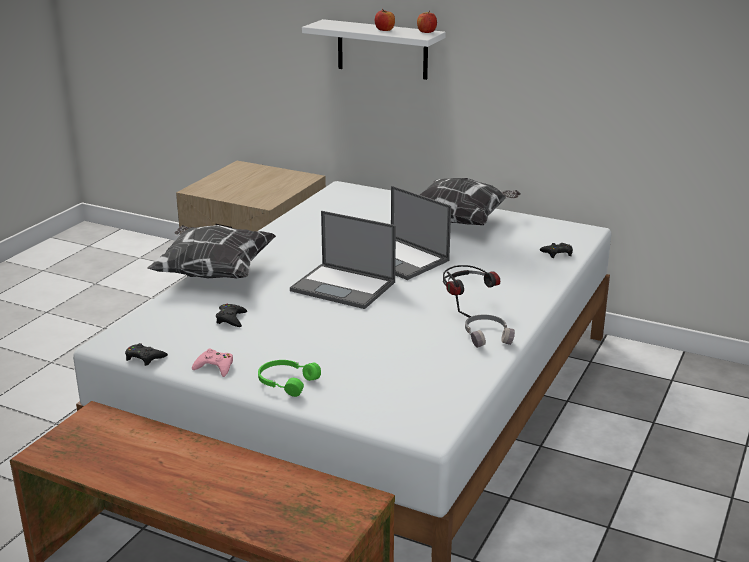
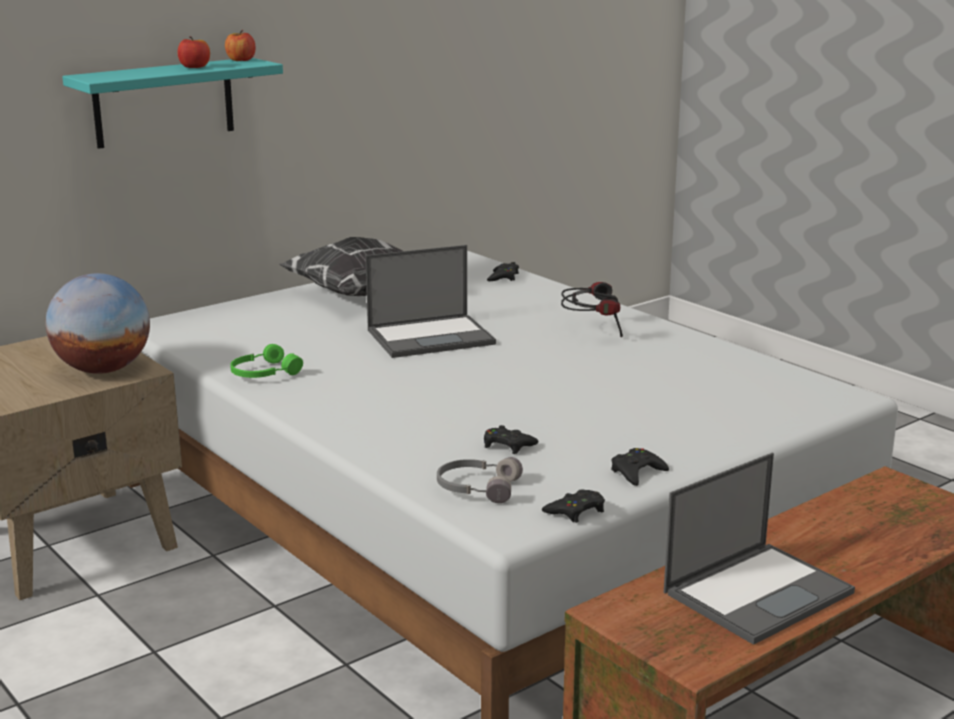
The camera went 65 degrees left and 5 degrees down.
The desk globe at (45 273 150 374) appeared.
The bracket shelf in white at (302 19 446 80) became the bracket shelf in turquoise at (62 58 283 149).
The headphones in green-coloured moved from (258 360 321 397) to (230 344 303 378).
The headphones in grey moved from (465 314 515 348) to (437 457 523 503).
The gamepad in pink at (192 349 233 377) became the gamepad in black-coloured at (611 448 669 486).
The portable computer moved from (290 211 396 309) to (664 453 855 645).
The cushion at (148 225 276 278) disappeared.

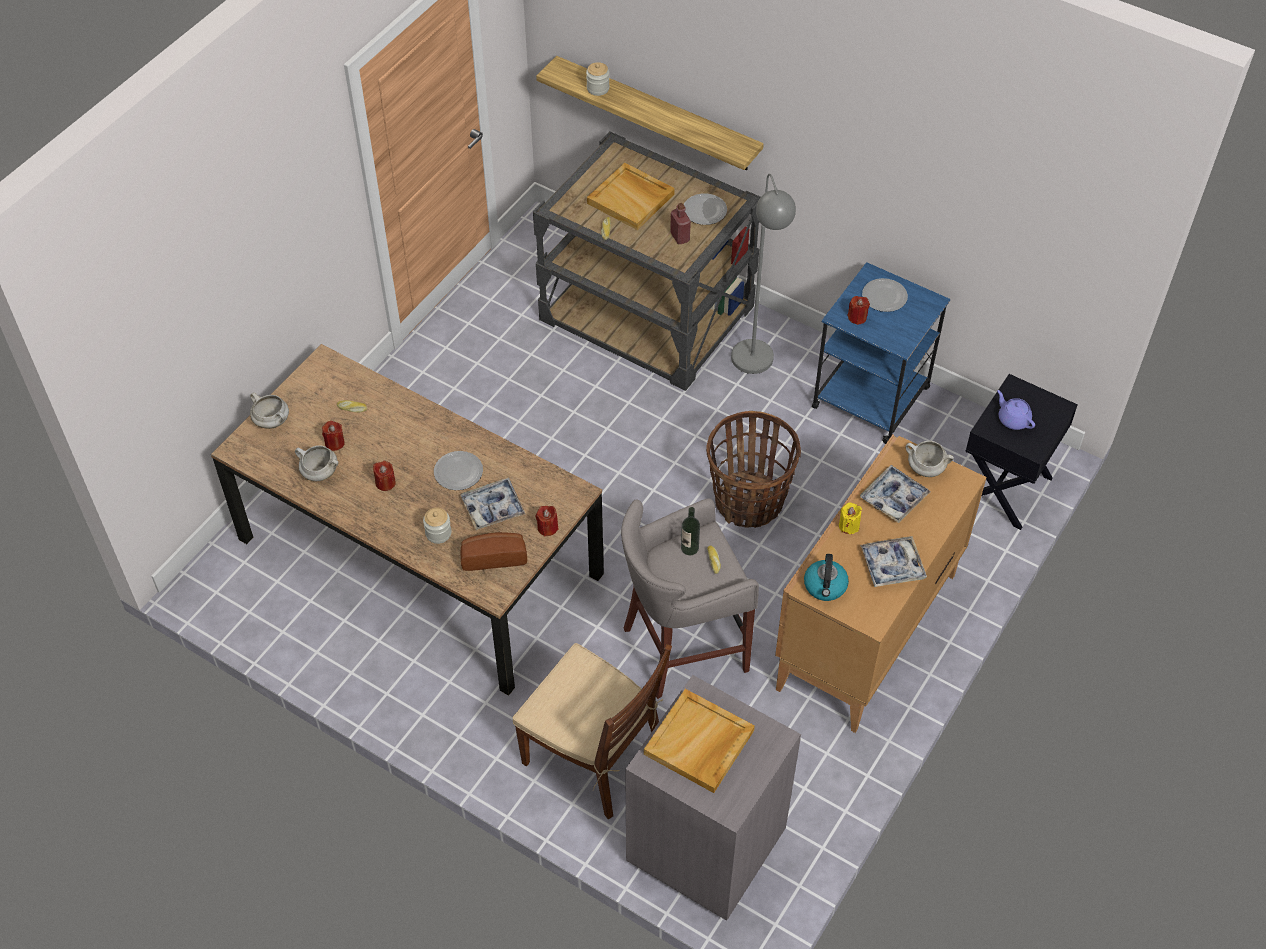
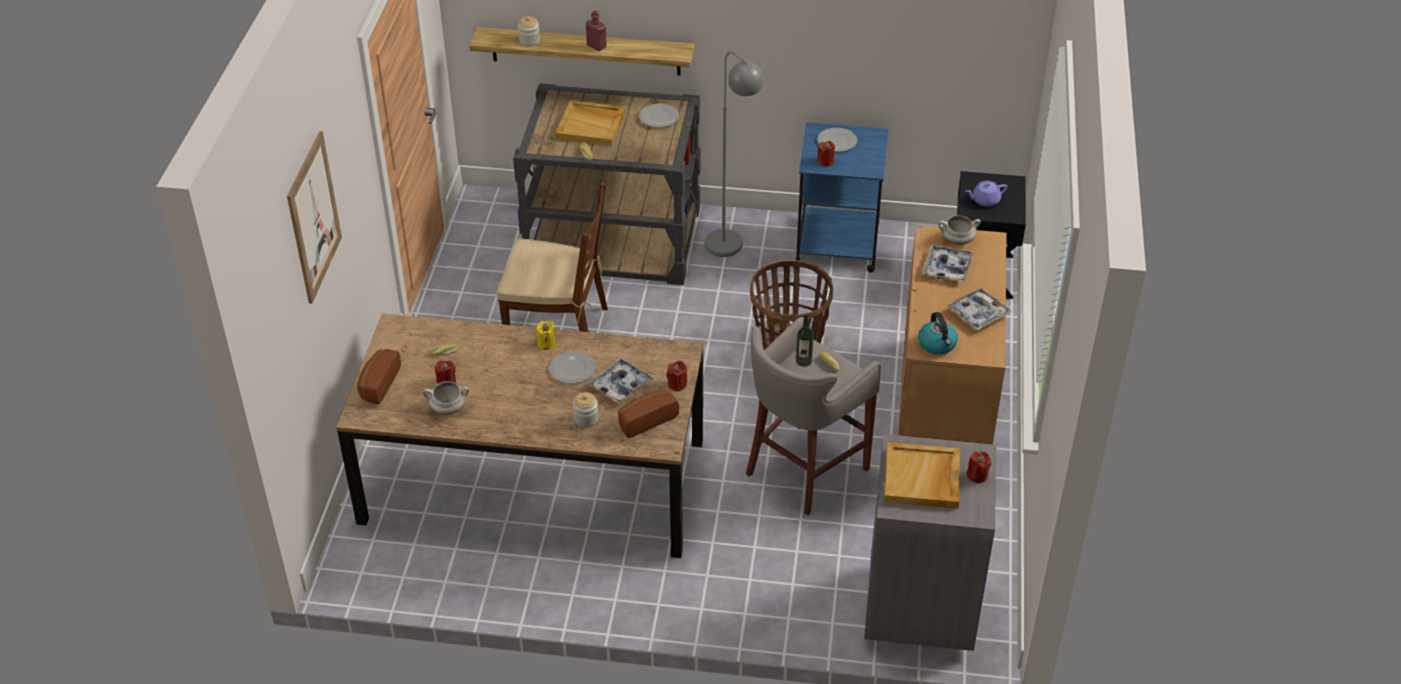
The camera went 25 degrees left and 10 degrees down.
The wall art at (287 131 342 304) appeared.
The saucepot in white at (250 393 289 429) was replaced by the bread at (357 349 401 404).
The plain chair in brownish moved from (512 643 672 819) to (496 182 608 332).
The wax light in yellow moved from (839 503 862 534) to (536 321 556 350).
The drink bottle in red moved from (670 203 691 244) to (586 11 607 51).
The pot for tea in purple-coloured at (997 390 1035 430) turned 45 degrees counterclockwise.
The wax light in red moved from (373 461 396 491) to (966 451 991 483).

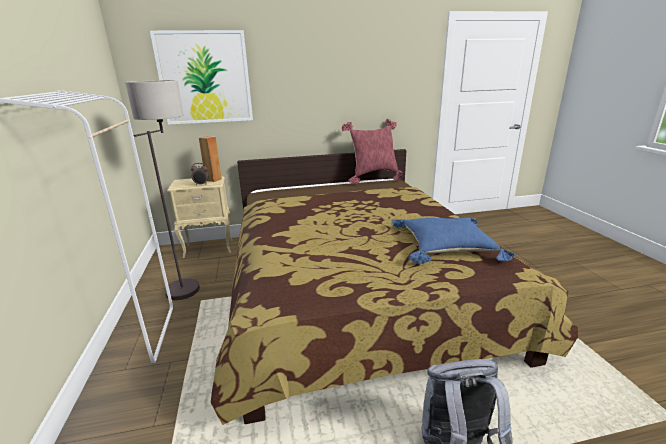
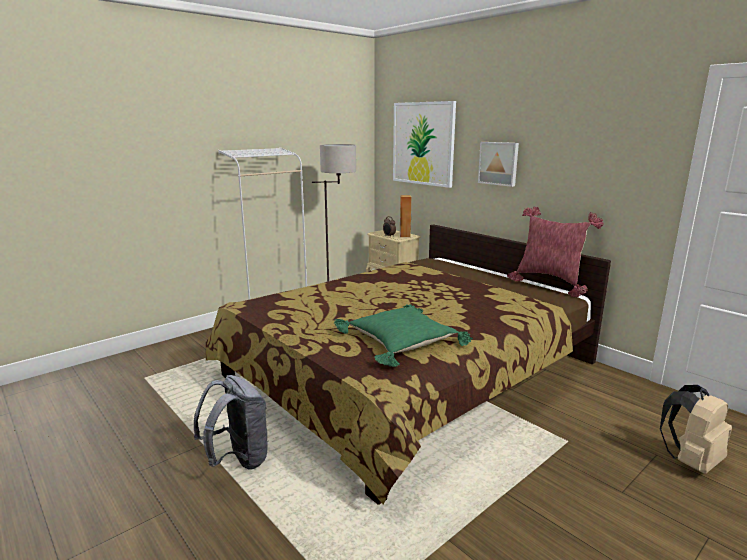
The camera went 60 degrees right and 5 degrees down.
The cushion in blue at (391 217 516 264) became the cushion in green-coloured at (334 305 473 367).
The wall art at (478 142 519 187) appeared.
The knapsack in beige at (660 385 732 474) appeared.

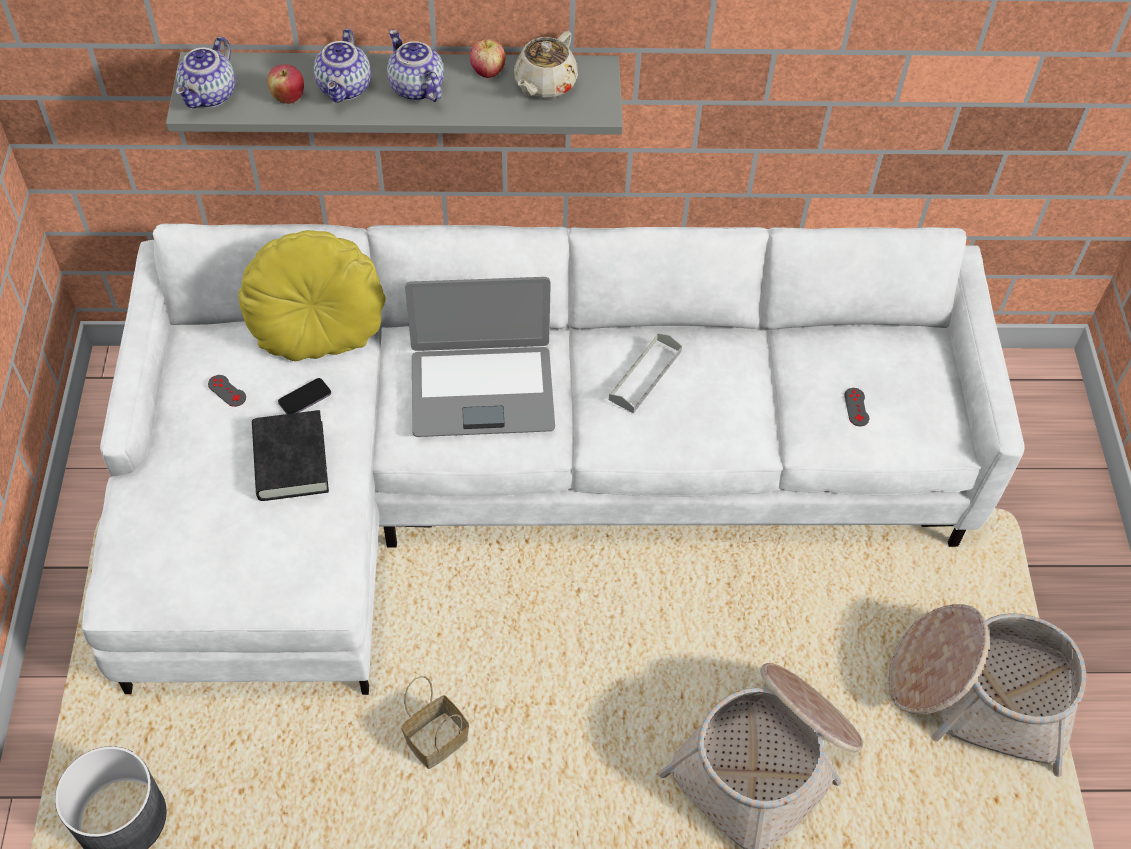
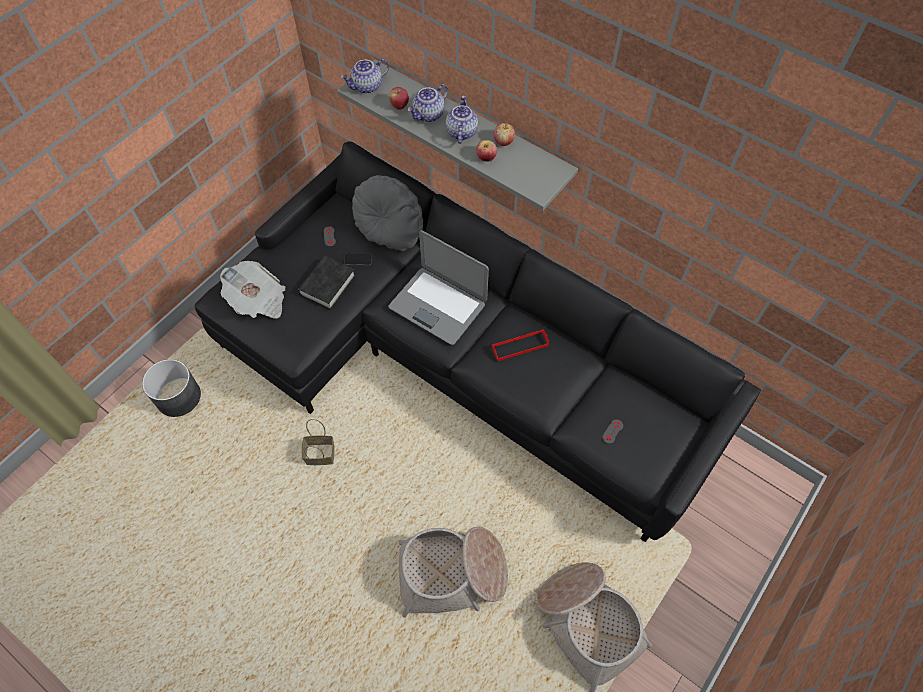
The camera went 40 degrees right and 5 degrees up.
The couch in white at (82 224 1025 695) became the couch in black-coloured at (194 141 761 542).
The daily paper at (220 261 286 319) appeared.
The cushion in yellow at (238 230 386 361) became the cushion in grey at (352 175 423 252).
The whole apple at (476 140 497 162) appeared.
The carrying tray in grey at (609 333 682 414) became the carrying tray in red at (492 330 549 361).
The pot for tea in beige at (514 31 578 98) disappeared.

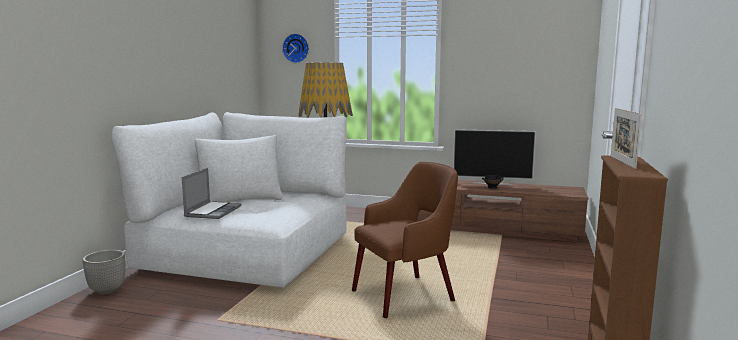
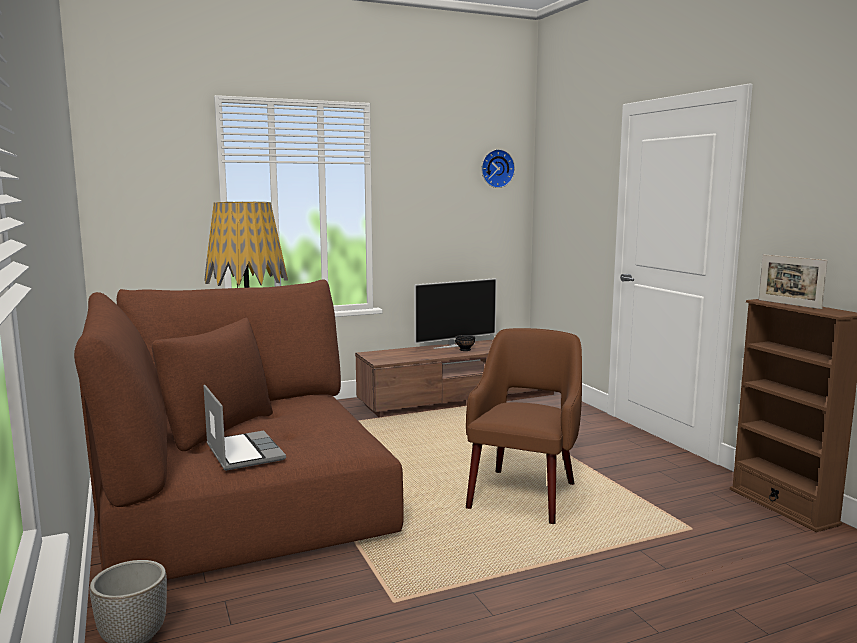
The camera went 40 degrees left and 0 degrees up.
The couch in white at (111 112 347 288) became the couch in brownish at (74 279 404 580).
The hanging clock moved from (282 33 309 63) to (481 149 515 188).

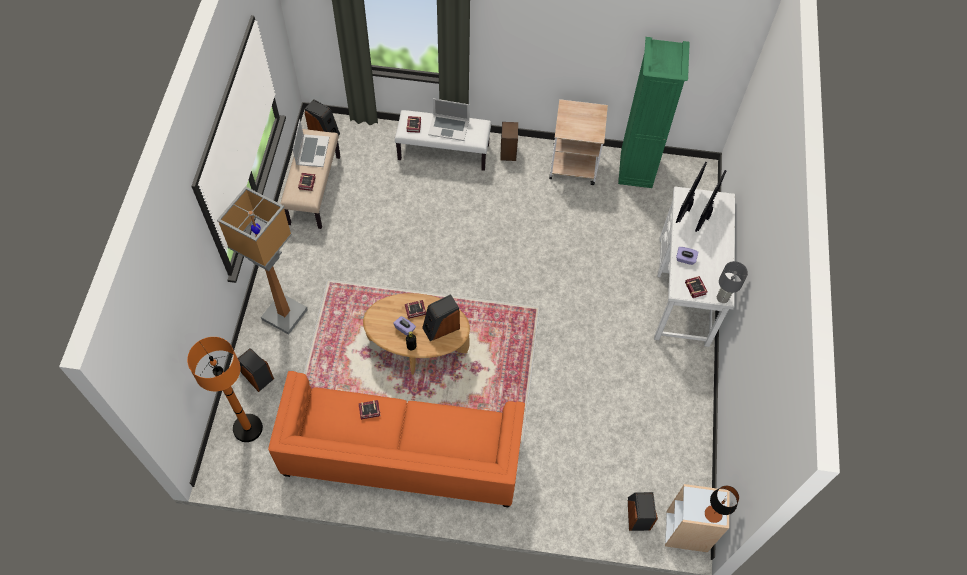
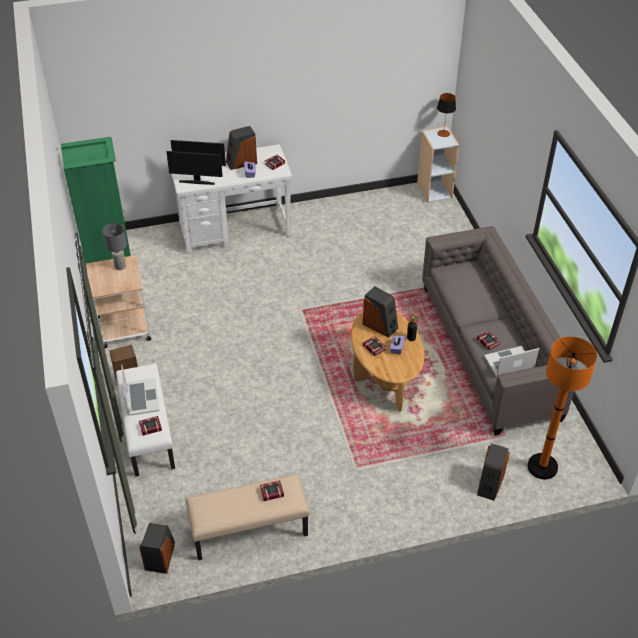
The camera went 110 degrees left and 15 degrees down.
The tabletop lamp in grey moved from (717 261 748 303) to (103 223 127 270).
The loudspeaker moved from (628 492 658 531) to (226 126 257 170).
The couch in orange at (268 371 525 507) became the couch in grey at (422 226 579 436).
The portable computer moved from (293 119 329 167) to (484 346 539 377).
The standing lamp at (217 186 308 335) disappeared.

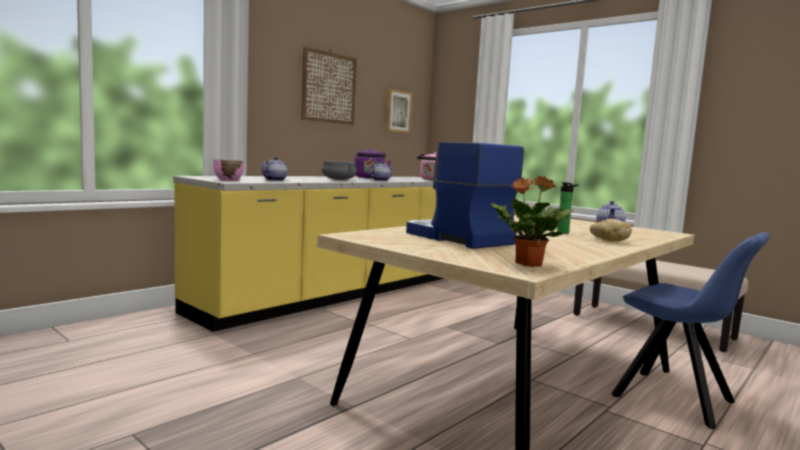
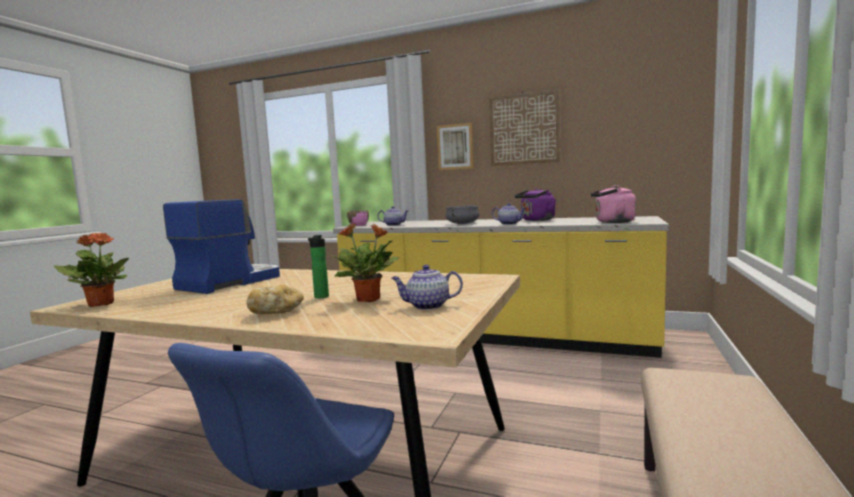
The camera went 70 degrees right and 0 degrees up.
The houseplant at (331 223 400 302) appeared.
The wall art moved from (386 89 412 133) to (437 123 474 170).

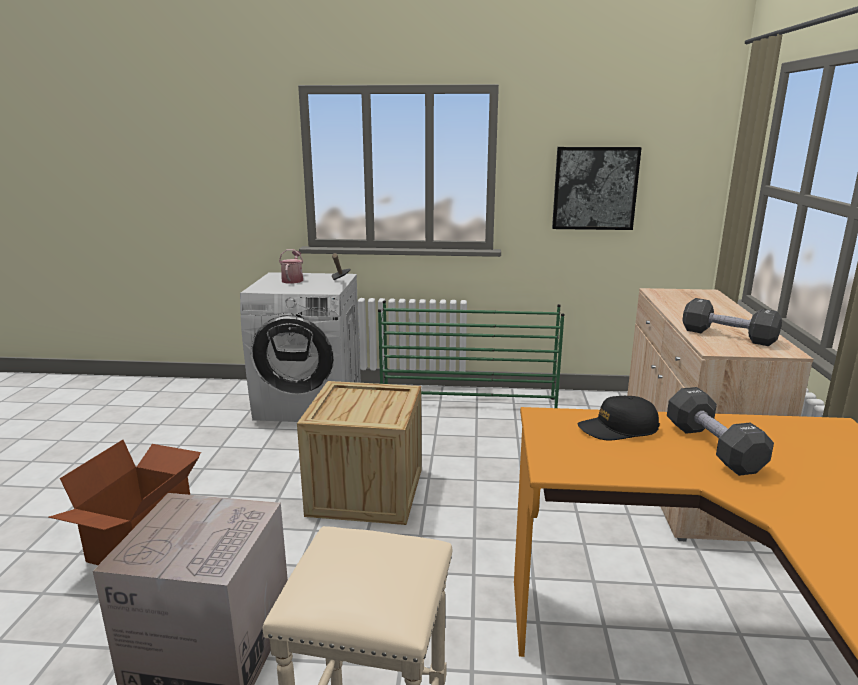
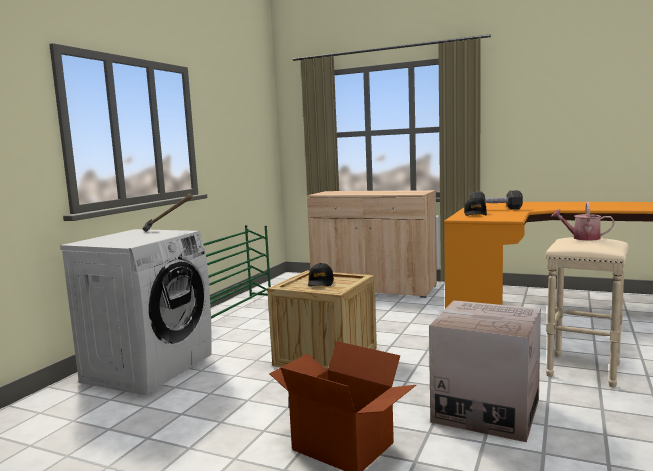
The camera went 70 degrees left and 10 degrees down.
The cap in black-coloured at (308 263 334 286) appeared.
The watering pot moved from (279 249 303 284) to (551 202 615 241).
The wall art at (552 147 642 230) disappeared.
The dumbbell in black-coloured at (682 298 782 346) disappeared.

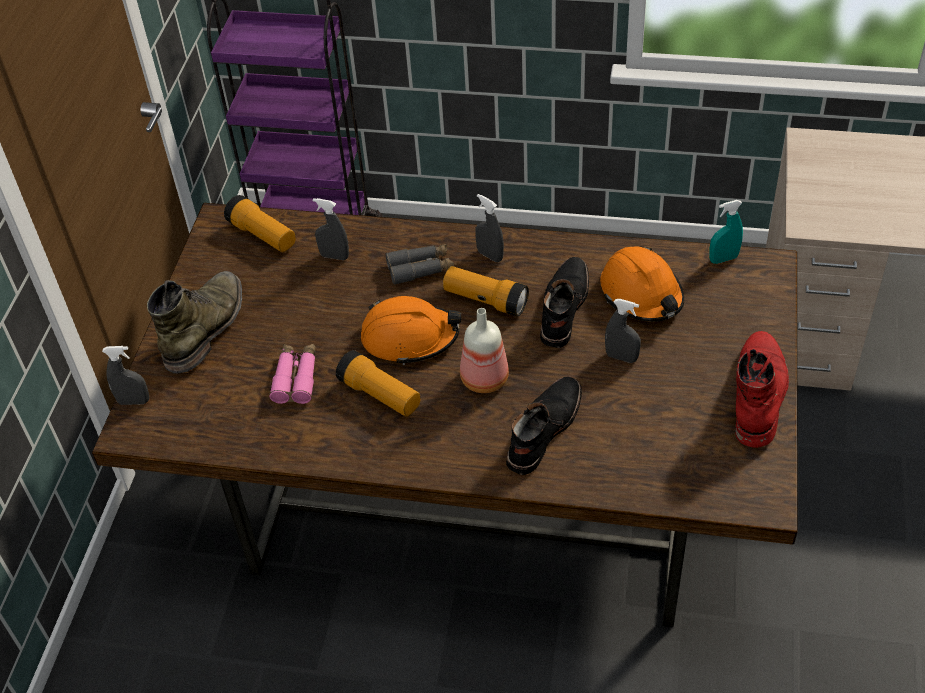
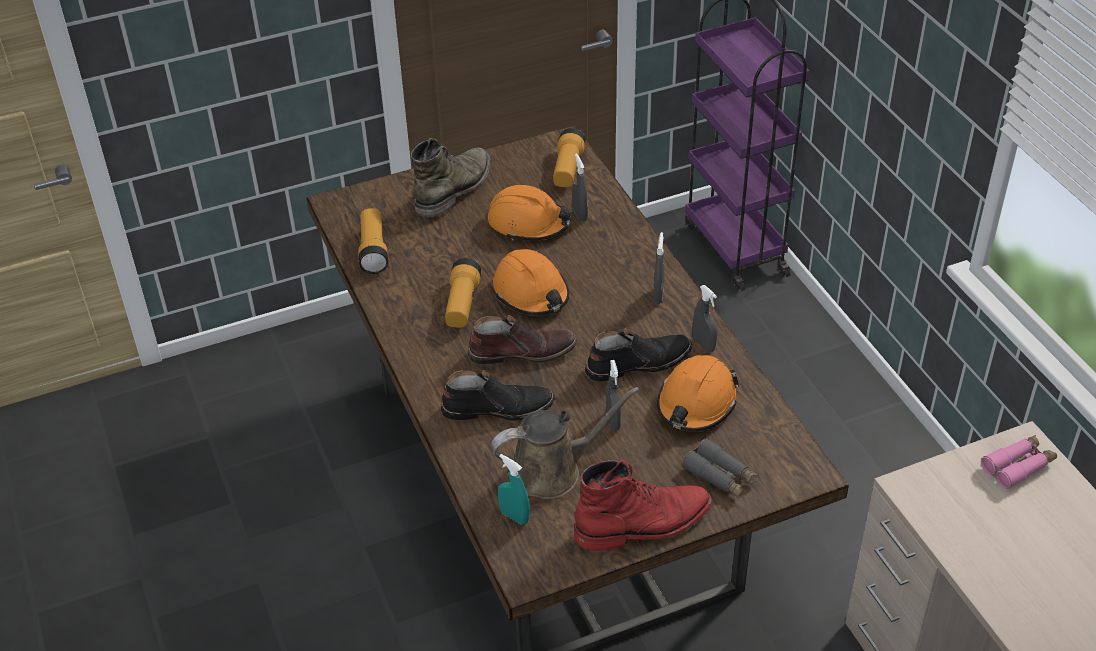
The camera went 55 degrees right and 5 degrees down.
The torch moved from (443 266 529 317) to (358 208 388 274).
The tall boot in green-coloured at (147 271 242 374) turned 45 degrees counterclockwise.
The drink bottle at (460 308 509 393) was replaced by the tall boot in brownish at (468 315 578 364).
The safety helmet in orange at (488 185 573 241) appeared.
The watering pot in brownish at (491 387 640 499) appeared.
The sprayer in turquoise moved from (709 200 743 264) to (498 454 530 525).
The pair of binoculars in grey moved from (386 244 454 285) to (682 438 759 498).
The sprayer in grey moved from (102 346 149 405) to (693 285 717 352).
The pair of binoculars in pink moved from (269 344 315 404) to (981 435 1057 489).

